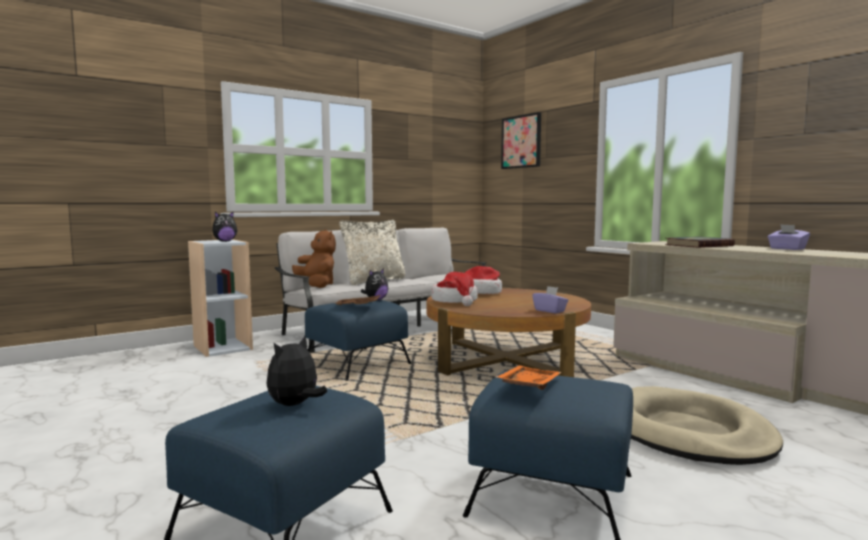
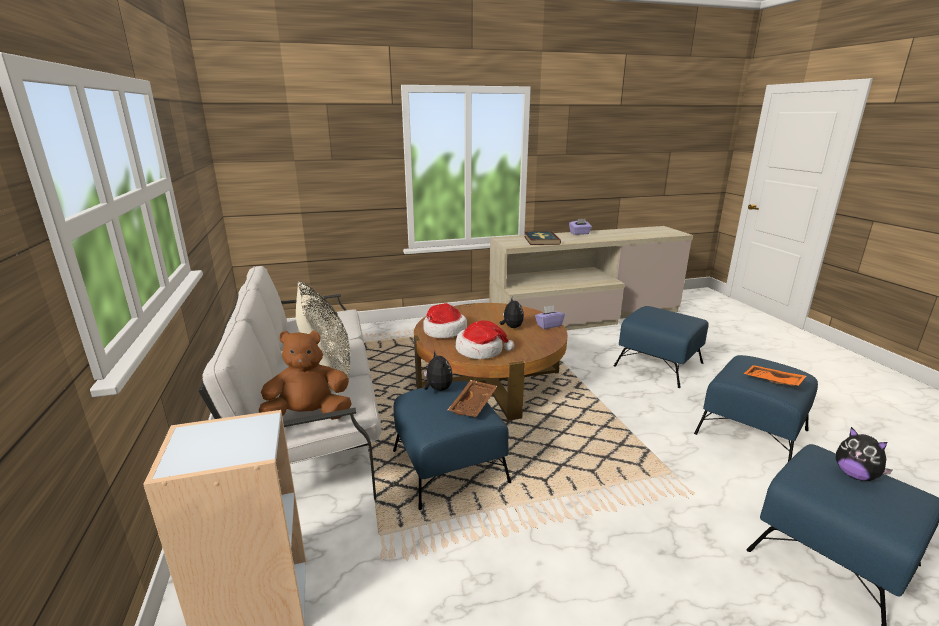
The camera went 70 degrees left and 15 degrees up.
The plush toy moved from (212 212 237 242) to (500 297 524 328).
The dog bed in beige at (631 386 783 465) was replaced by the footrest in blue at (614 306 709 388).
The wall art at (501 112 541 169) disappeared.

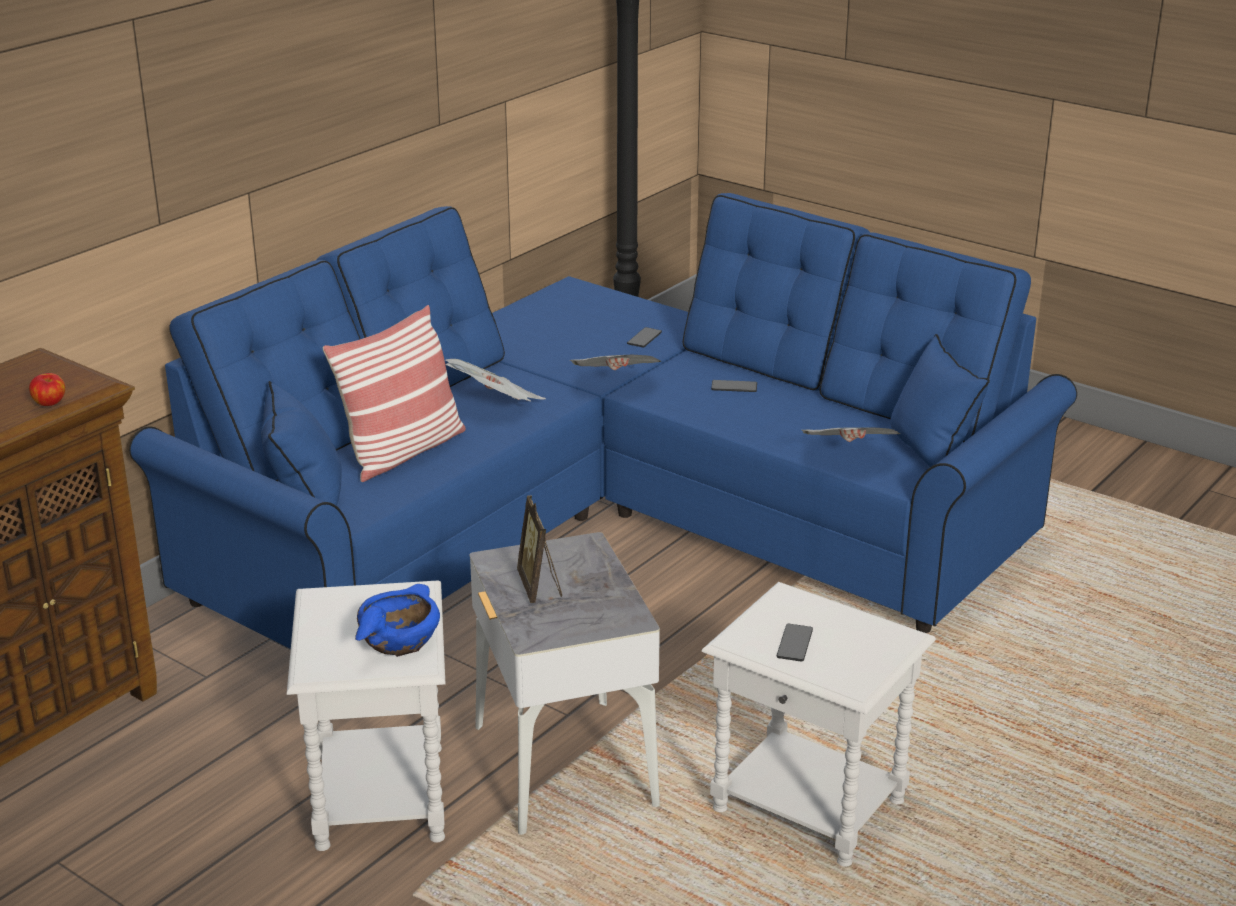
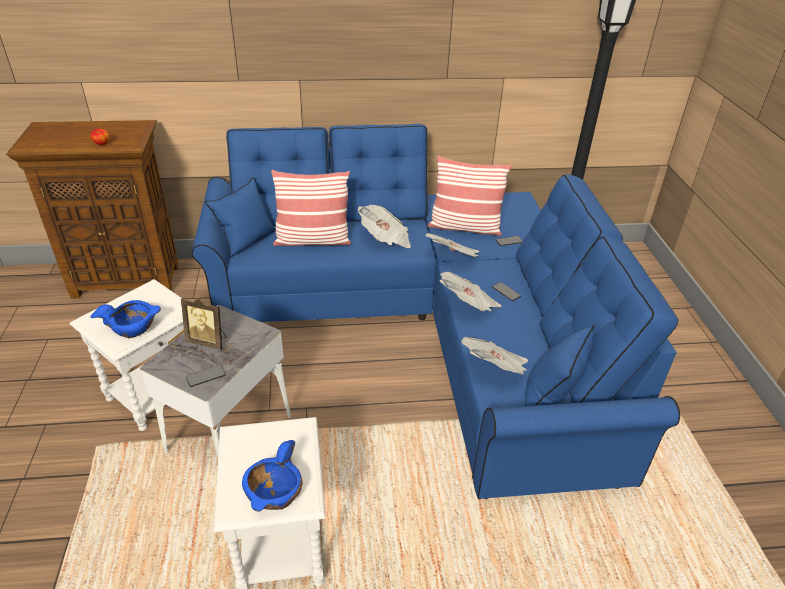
The camera went 45 degrees right and 10 degrees up.
The standing frame at (517 496 562 603) turned 105 degrees counterclockwise.
The telephone moved from (777 624 813 662) to (186 365 226 387).
The bowl in blue at (242 440 303 512) appeared.
The cushion at (428 155 512 236) appeared.
The daily paper at (439 272 502 311) appeared.

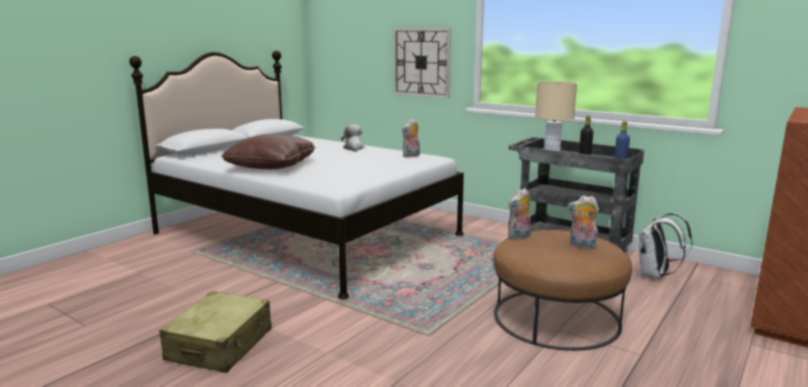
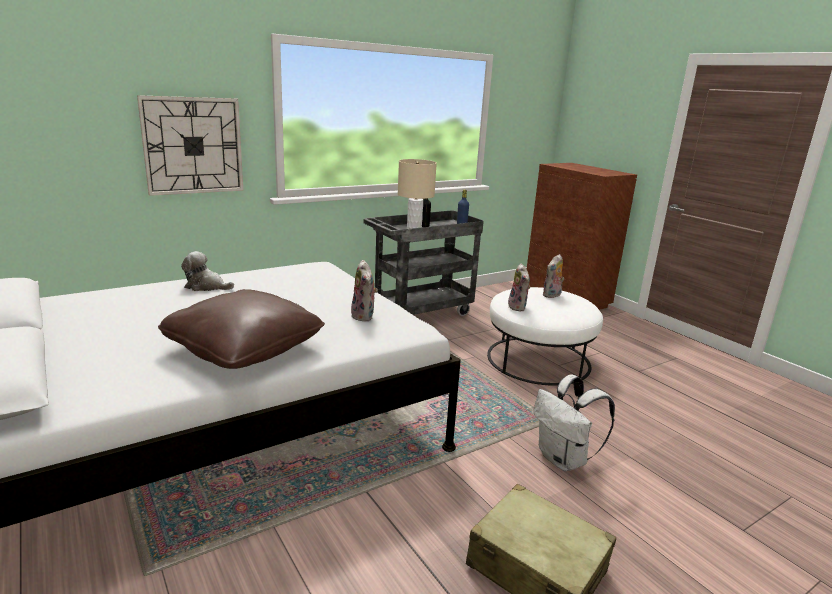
The camera went 70 degrees left and 5 degrees up.
The plush toy moved from (402 119 420 157) to (351 260 378 321).
The footrest in brownish at (493 230 632 351) became the footrest in white at (487 287 603 386).
The knapsack in white moved from (638 213 693 279) to (534 374 615 471).

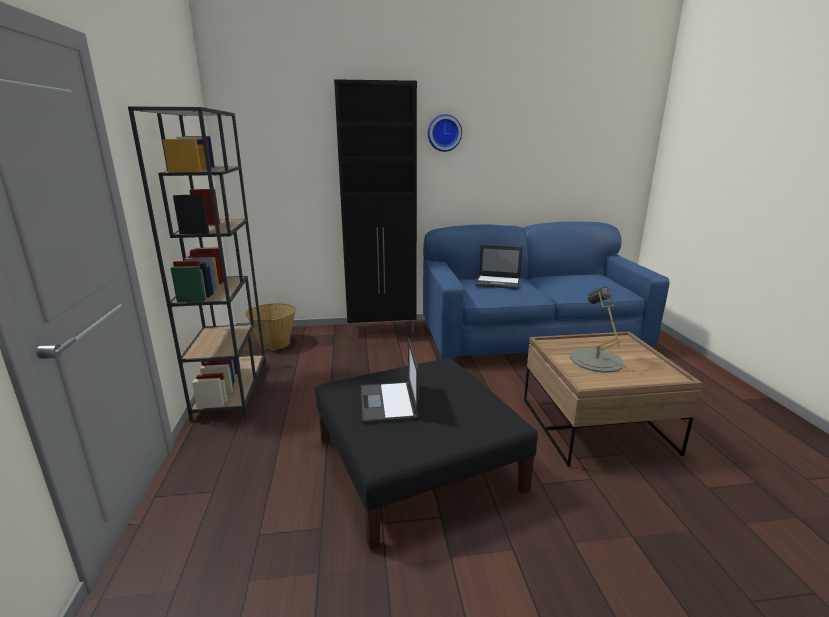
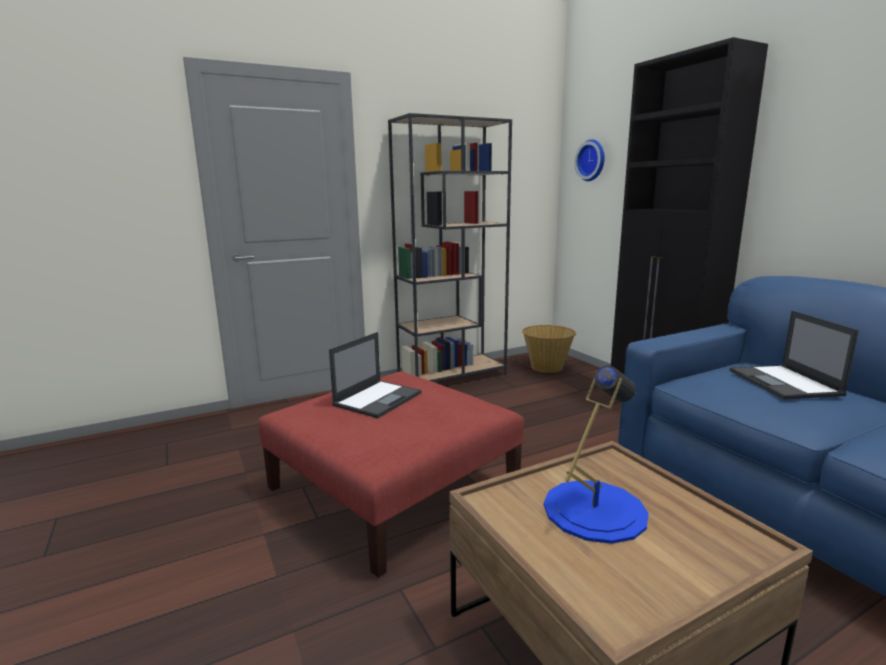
The camera went 70 degrees right and 5 degrees down.
The footrest in black-coloured at (315 358 538 550) became the footrest in red at (258 371 524 578).
The portable computer at (361 338 419 424) turned 150 degrees clockwise.
The tabletop lamp in grey at (570 287 625 373) became the tabletop lamp in blue at (544 365 649 544).
The hanging clock moved from (428 114 462 152) to (575 139 605 181).

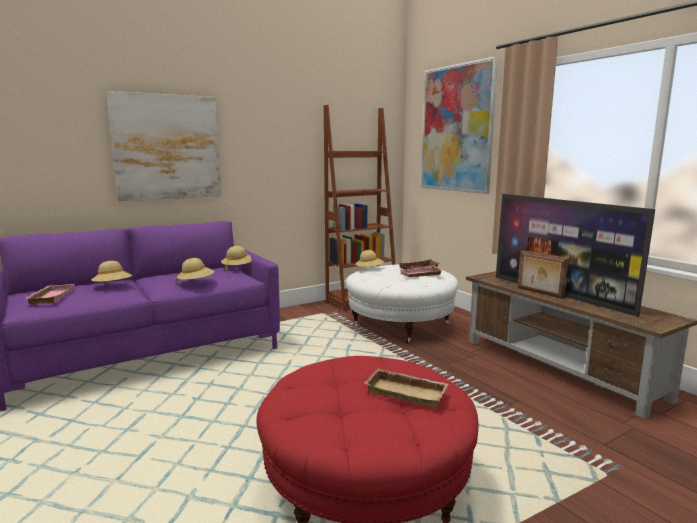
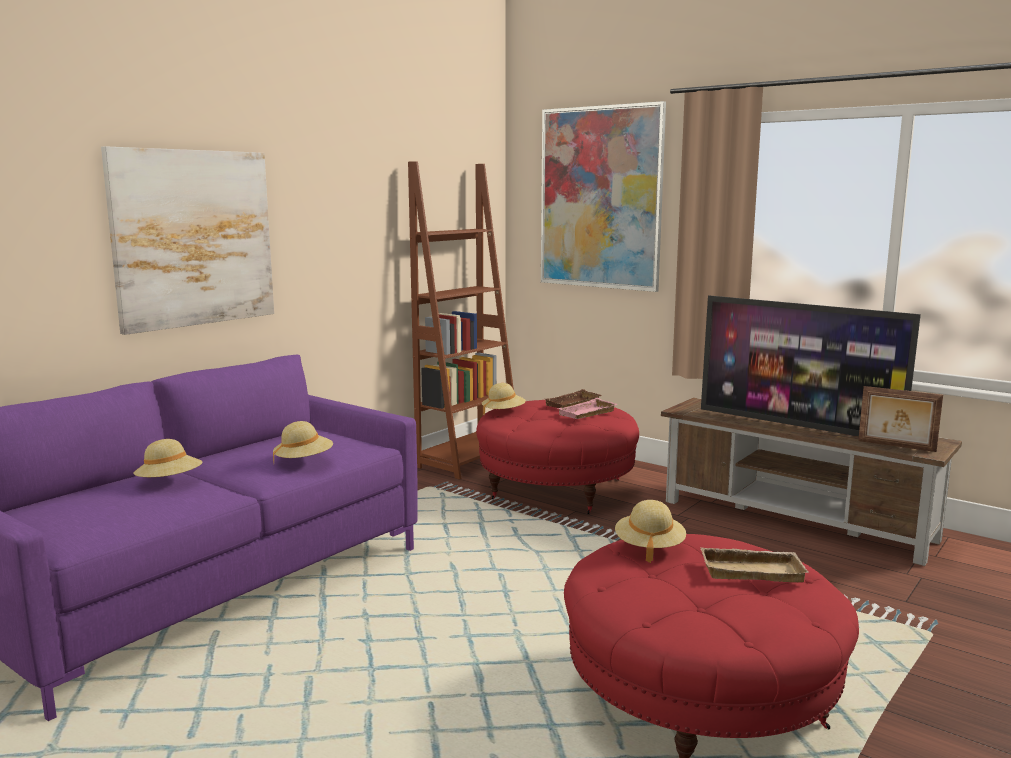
The camera went 20 degrees left and 0 degrees up.
The footrest in white at (346 265 458 343) became the footrest in red at (476 400 639 514).
The clothing hat in beige moved from (221 246 252 272) to (615 500 686 563).
The standing frame moved from (517 250 569 299) to (858 386 943 452).
The carrying tray in pink at (24 284 75 305) disappeared.

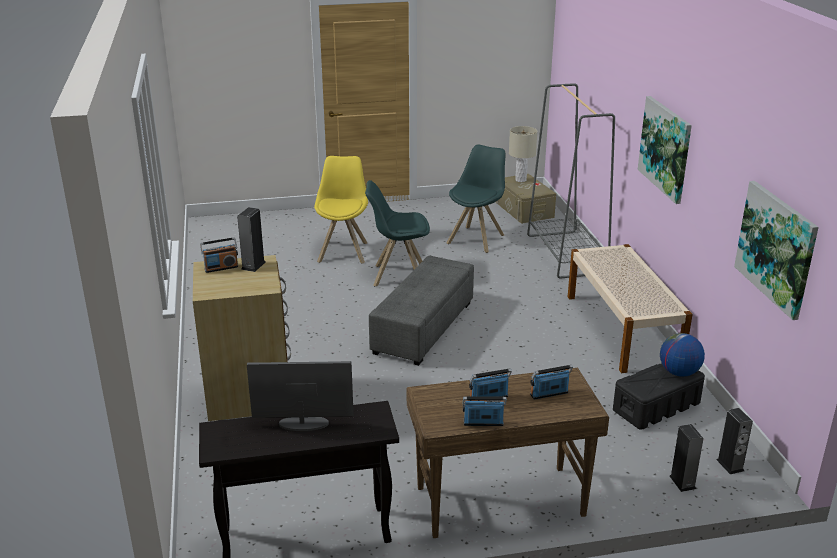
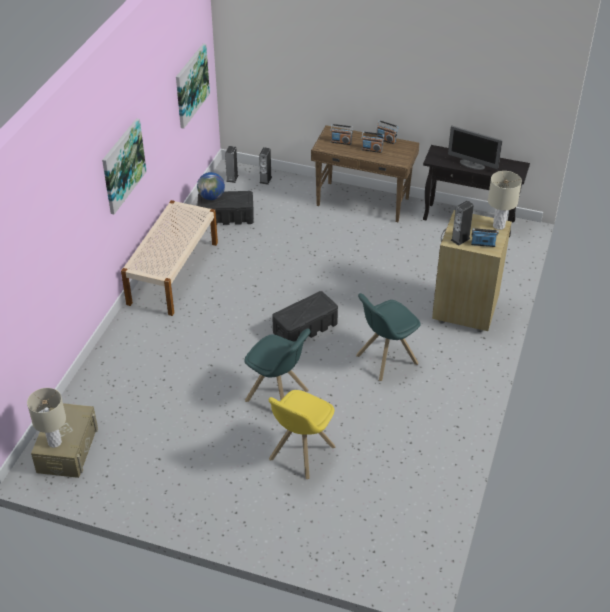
The camera went 150 degrees left and 15 degrees up.
The footrest in grey at (369 256 474 366) was replaced by the storage box in black-coloured at (272 291 338 341).
The plain chair in turquoise moved from (447 145 505 253) to (356 293 421 381).
The tabletop lamp in beige at (488 171 522 230) appeared.
The garment stand in grey at (527 83 615 279) disappeared.

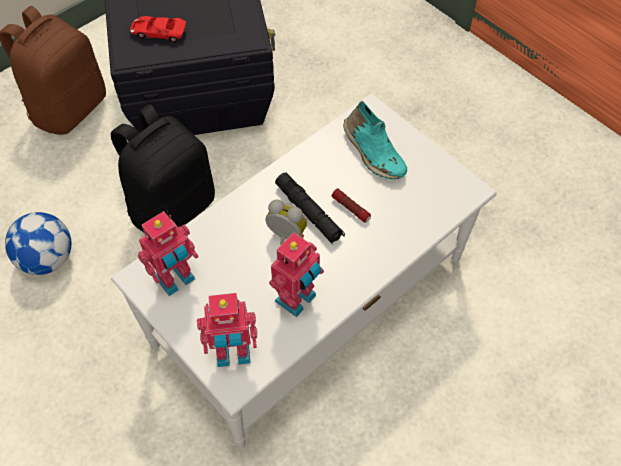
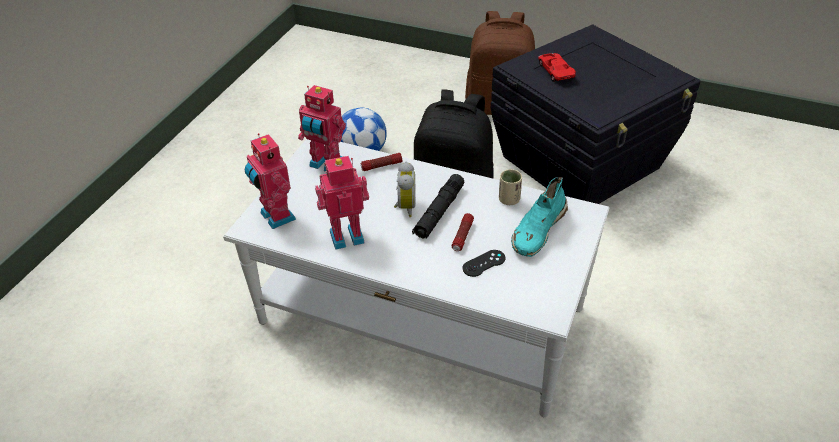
The camera went 65 degrees right and 15 degrees down.
The robot figure at (269 232 324 317) turned 150 degrees clockwise.
The torch at (361 153 402 171) appeared.
The gamepad in black-coloured at (463 250 506 277) appeared.
The cup in beige at (499 169 522 205) appeared.

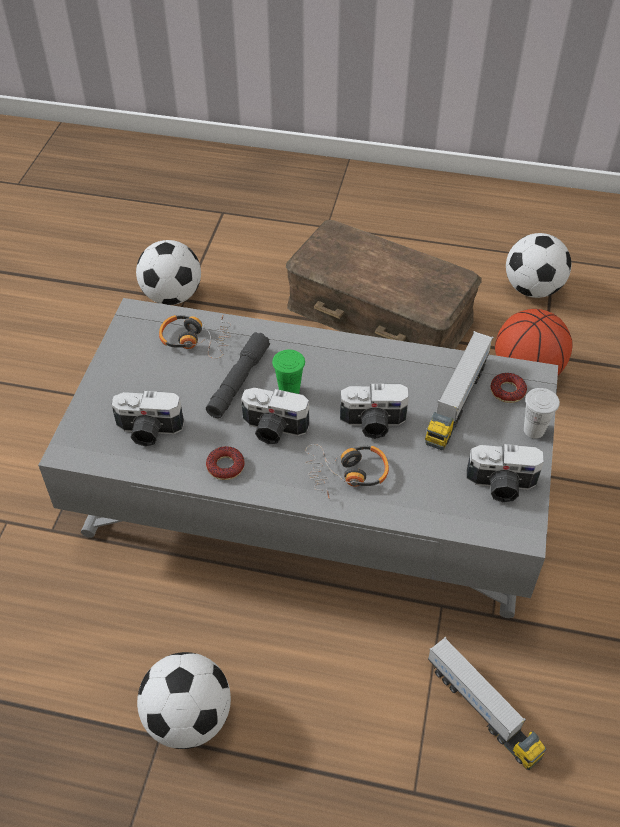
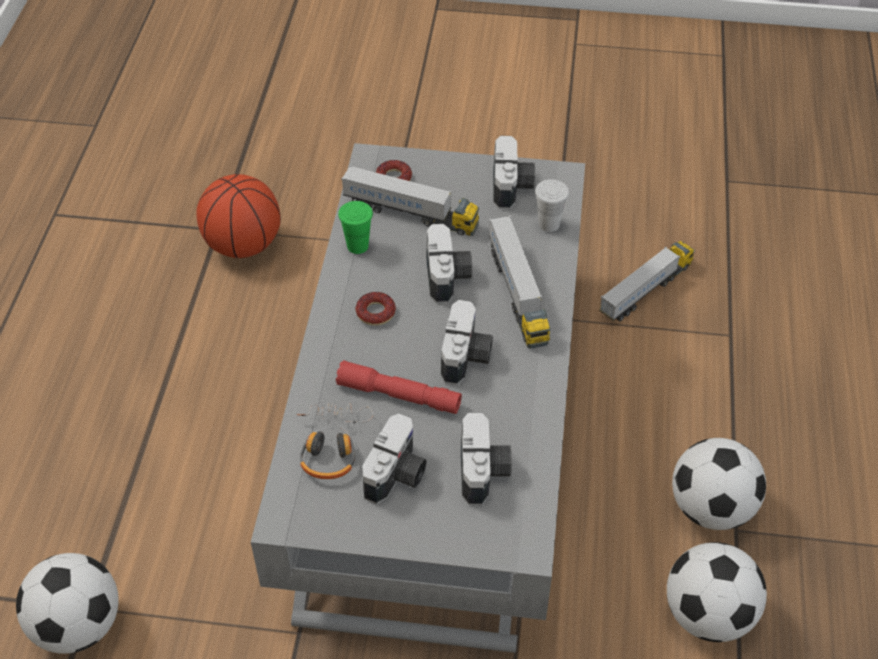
The camera went 95 degrees left and 0 degrees up.
The torch in grey at (206 332 270 418) became the torch in red at (336 360 462 414).
The cup in green-coloured moved from (272 350 305 394) to (338 201 373 254).
The donut moved from (206 446 245 480) to (355 292 396 326).
The still camera at (362 413 427 504) appeared.
The headphones at (305 444 389 499) was replaced by the toy lorry at (489 216 551 349).
The cup in white moved from (524 388 560 438) to (535 179 569 232).
The ball for football moved from (506 233 571 298) to (667 542 767 642).
The storage box in brownish at (286 220 482 349) disappeared.

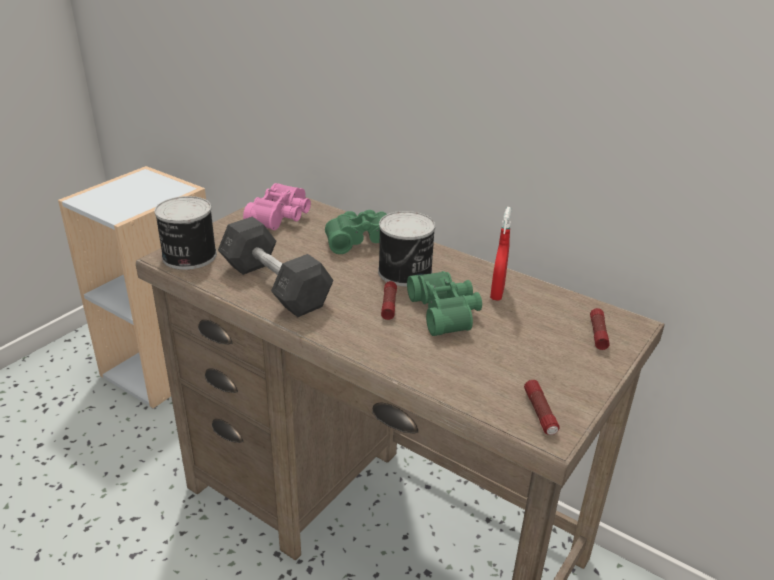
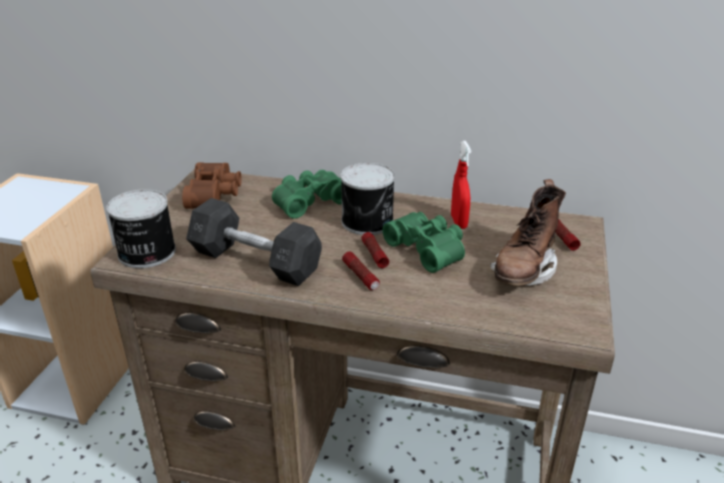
The camera went 20 degrees left and 0 degrees up.
The pair of binoculars in pink at (243 183 311 230) became the pair of binoculars in brownish at (182 162 242 209).
The torch moved from (524 380 560 435) to (342 252 380 290).
The tall boot in brownish at (490 179 566 286) appeared.

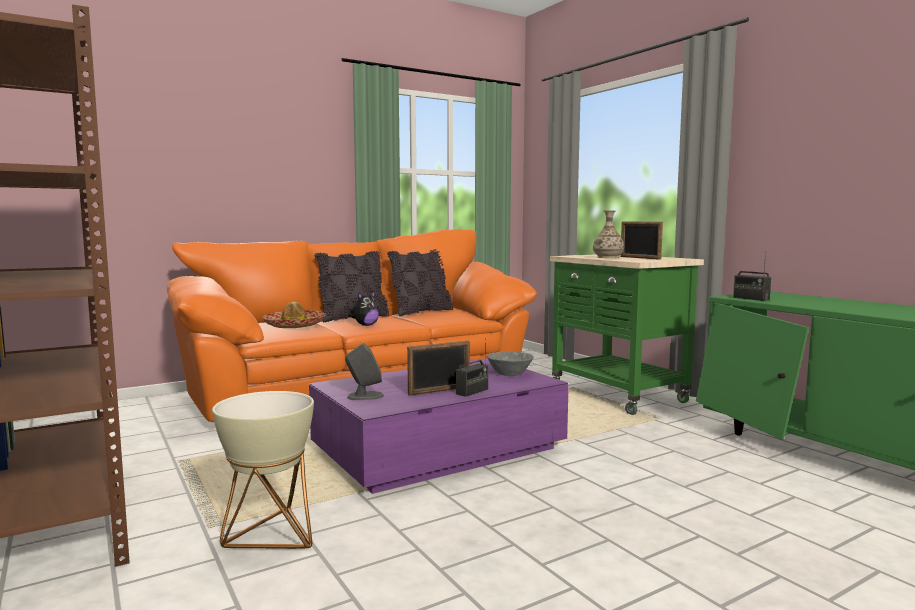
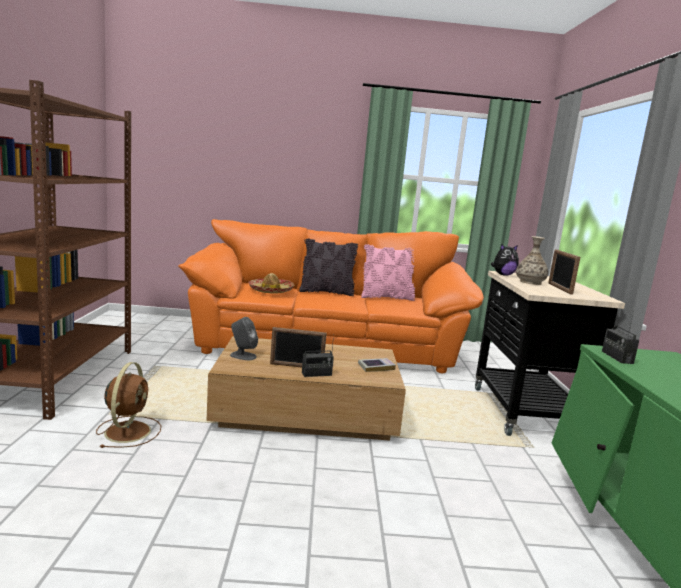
The camera went 30 degrees right and 5 degrees up.
The plant pot at (212 391 314 549) was replaced by the fan in brownish at (96 362 161 448).
The low table in purple-coloured at (309 358 569 494) became the low table in brownish at (207 336 406 441).
The bowl in grey at (487 351 534 376) was replaced by the volume at (358 358 396 372).
The cushion in black-coloured at (387 249 453 316) became the cushion in pink at (361 244 415 301).
The trolley in green-coloured at (550 254 704 415) became the trolley in black-coloured at (475 271 625 436).
The plush toy moved from (350 291 380 326) to (491 245 519 276).

